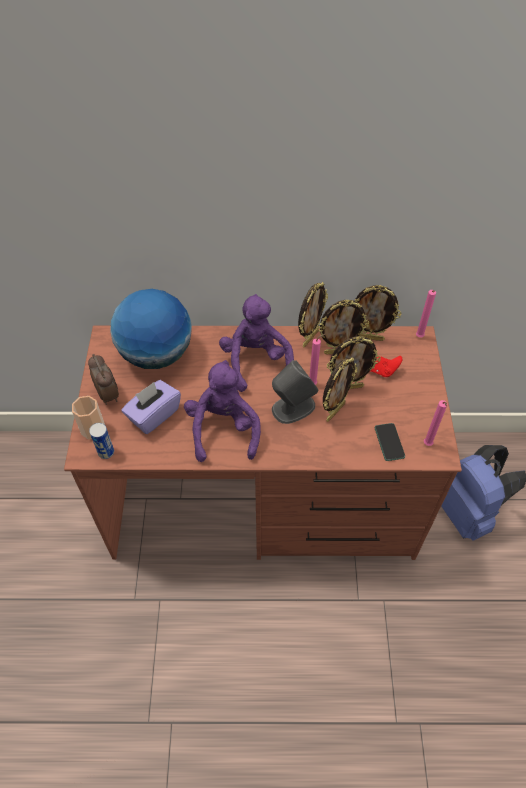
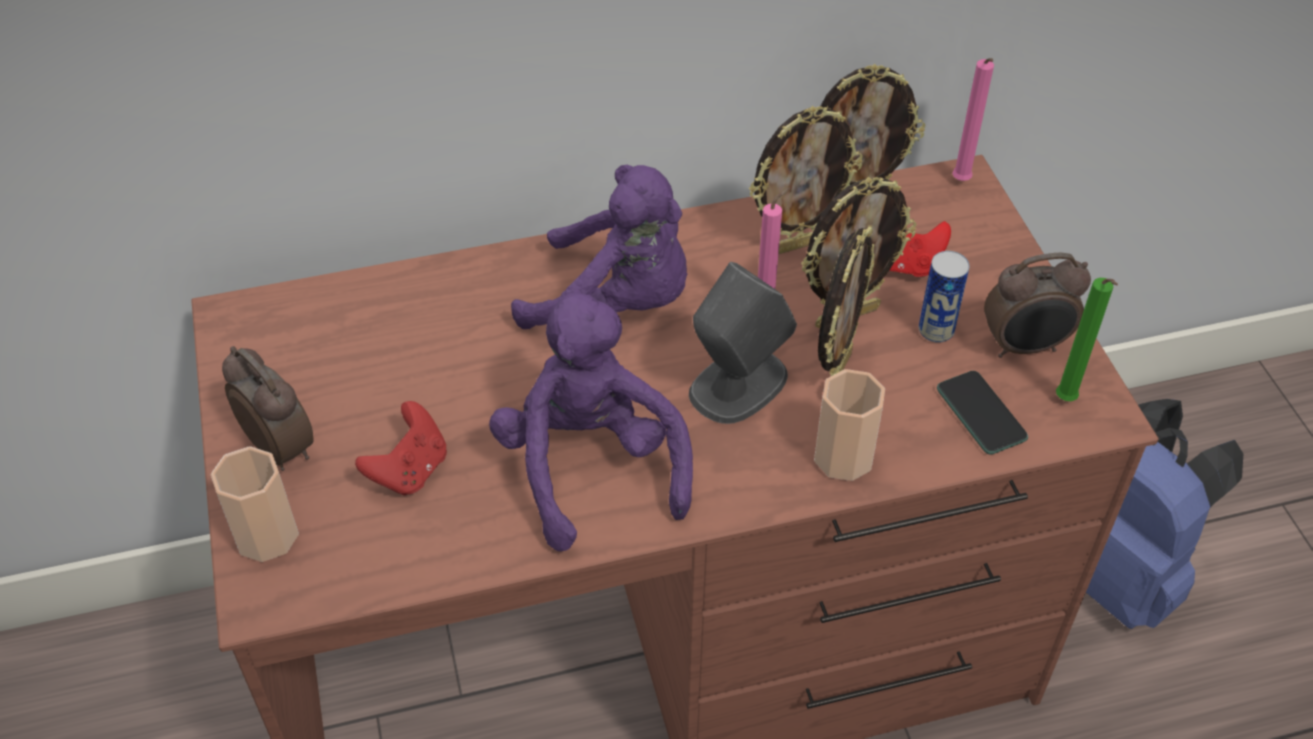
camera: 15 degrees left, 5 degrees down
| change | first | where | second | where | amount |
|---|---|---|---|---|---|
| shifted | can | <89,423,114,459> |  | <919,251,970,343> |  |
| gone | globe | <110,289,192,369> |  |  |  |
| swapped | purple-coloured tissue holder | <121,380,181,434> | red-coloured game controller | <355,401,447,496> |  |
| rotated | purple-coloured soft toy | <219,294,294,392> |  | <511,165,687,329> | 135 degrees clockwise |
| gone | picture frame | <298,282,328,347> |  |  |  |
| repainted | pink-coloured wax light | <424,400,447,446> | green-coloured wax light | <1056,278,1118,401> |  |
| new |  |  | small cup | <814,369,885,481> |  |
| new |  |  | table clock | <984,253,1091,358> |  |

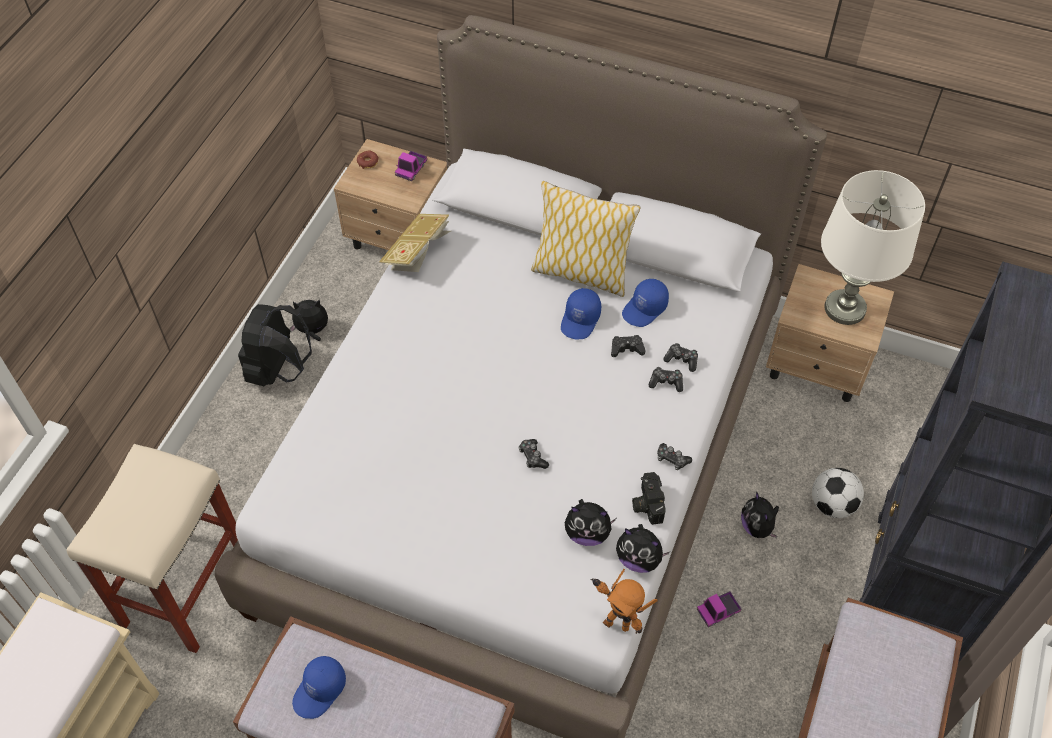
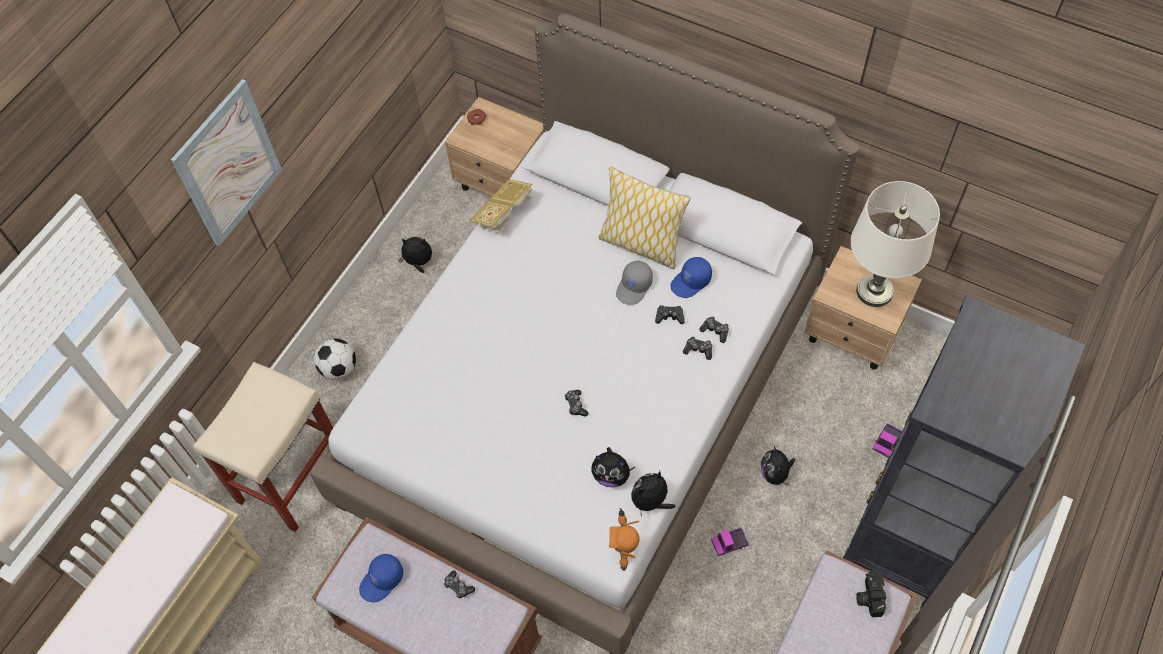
camera: 10 degrees right, 5 degrees up
| change | first | where | second | where | amount |
|---|---|---|---|---|---|
| gone | blackish knapsack | <238,304,312,386> |  |  |  |
| shifted | model truck | <395,151,427,181> |  | <872,423,902,458> |  |
| repainted | blue peaked cap | <561,288,601,339> | greyish peaked cap | <616,261,653,305> |  |
| rotated | toy robot | <591,569,658,634> |  | <609,508,640,571> | 45 degrees clockwise |
| rotated | soft toy | <616,524,670,573> |  | <631,471,675,517> | 105 degrees clockwise |
| shifted | still camera | <632,472,666,525> |  | <856,571,886,617> |  |
| shifted | game controller | <657,443,692,470> |  | <444,571,475,599> |  |
| shifted | ball for football | <812,468,864,518> |  | <314,339,356,380> |  |
| new |  |  | wall art | <171,79,282,246> |  |

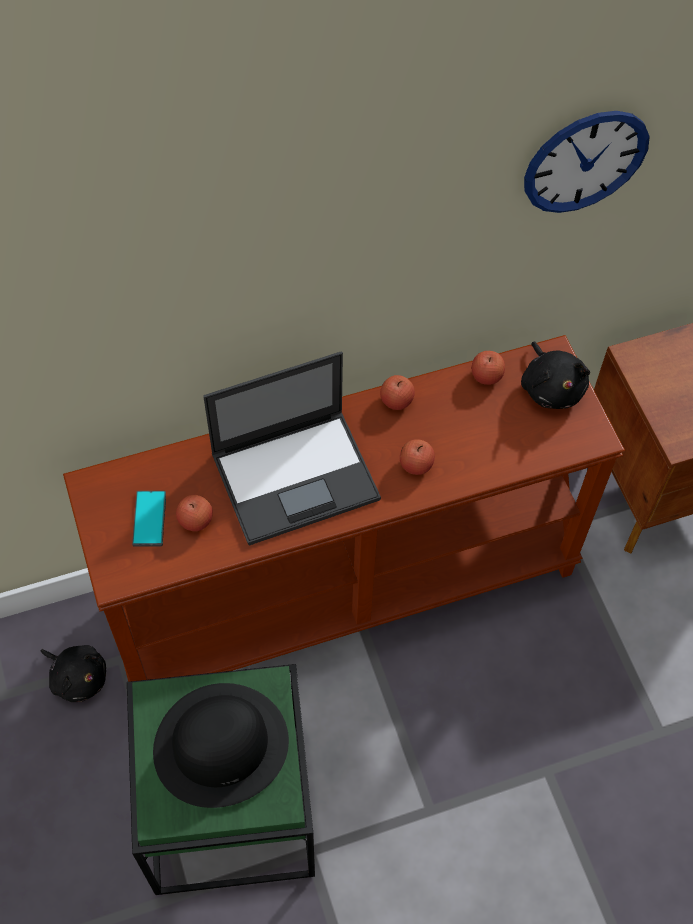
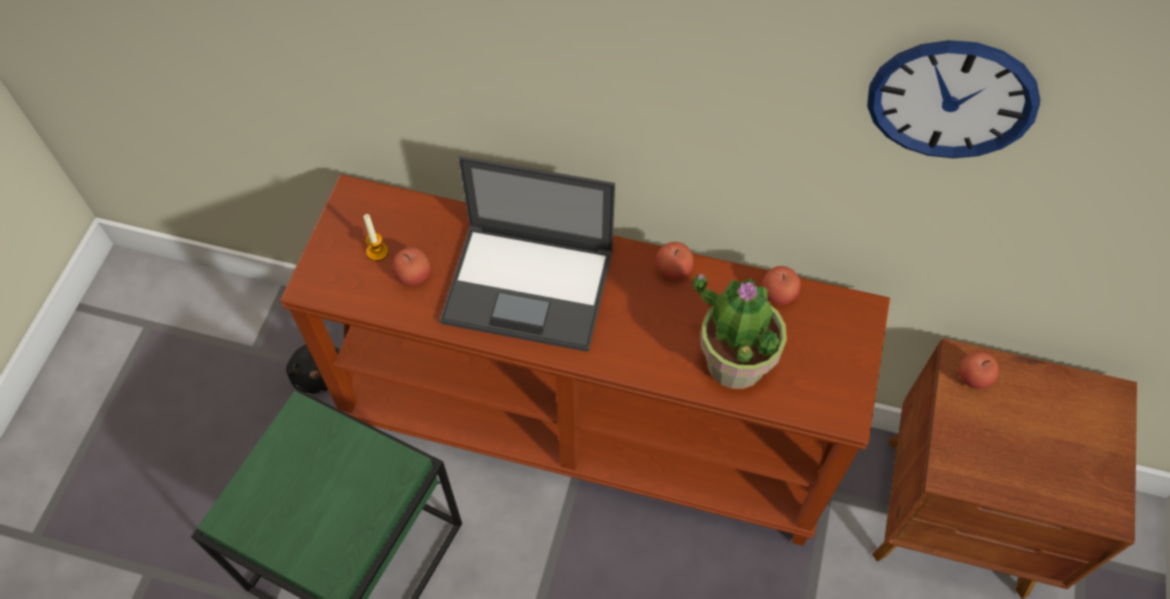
camera: 35 degrees right, 0 degrees up
| change | first | where | second | where | amount |
|---|---|---|---|---|---|
| swapped | handset | <132,491,166,547> | wax light | <363,214,388,261> |  |
| gone | blackish wearable hat | <153,683,289,808> |  |  |  |
| shifted | apple | <400,439,435,475> |  | <959,351,999,389> |  |
| gone | blackish soft toy | <521,341,590,409> |  |  |  |
| new |  |  | potted plant | <693,273,787,389> |  |

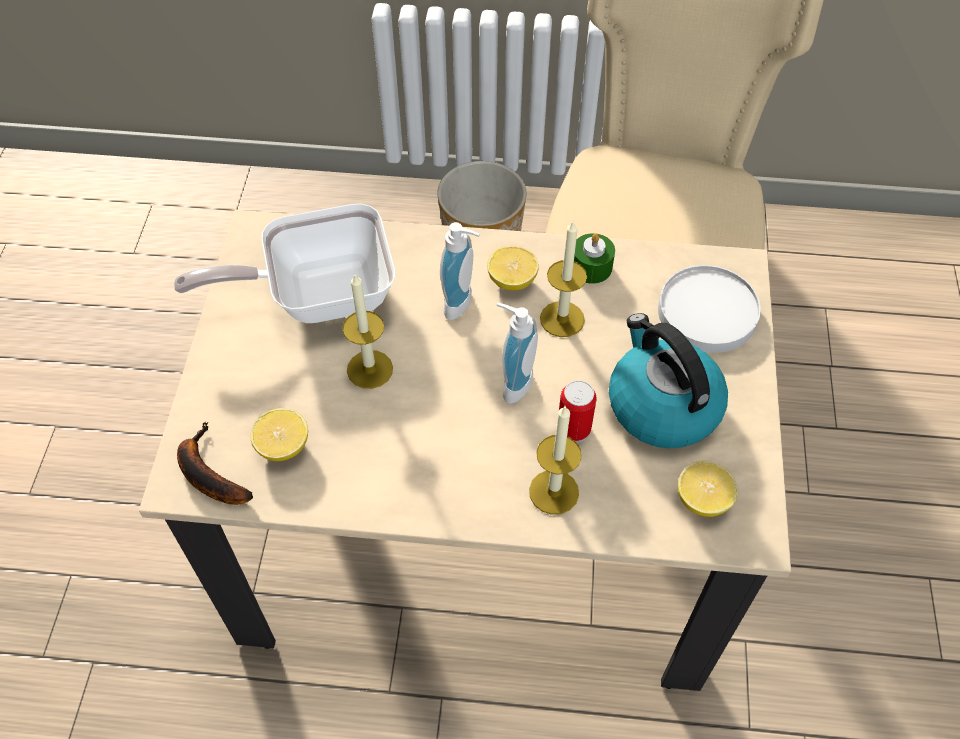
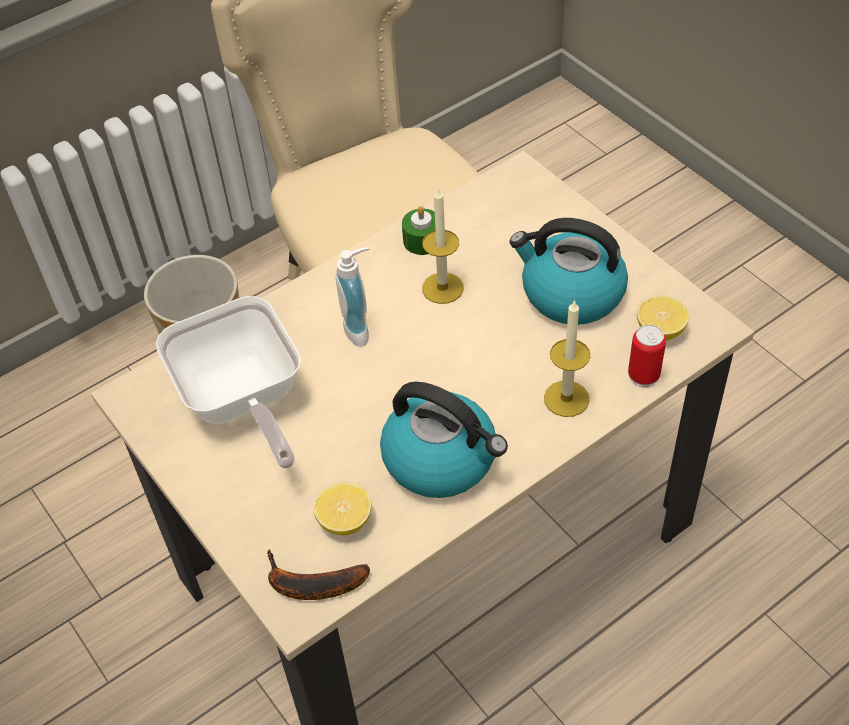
camera: 40 degrees left, 5 degrees down
| change | first | where | second | where | amount |
|---|---|---|---|---|---|
| rotated | skillet | <174,203,395,323> |  | <156,296,301,469> | 60 degrees counterclockwise |
| gone | wax light | <342,273,393,389> |  |  |  |
| gone | lemon | <487,246,539,291> |  |  |  |
| gone | soap bottle | <497,303,538,404> |  |  |  |
| shifted | can | <559,380,596,443> |  | <628,325,666,387> |  |
| gone | white-coloured flat dish | <658,265,761,353> |  |  |  |
| new |  |  | kettle | <380,382,508,498> |  |

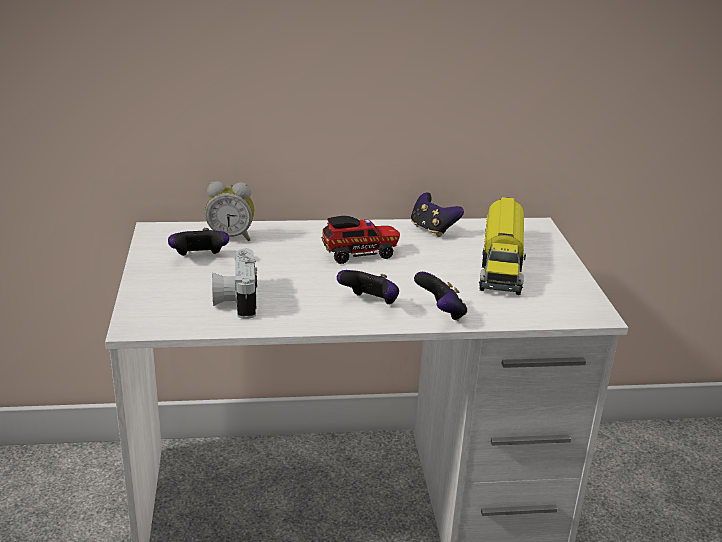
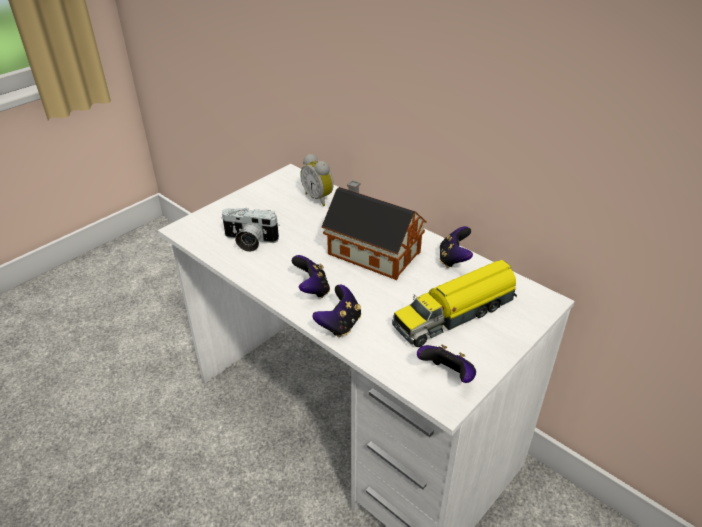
camera: 50 degrees right, 10 degrees up
| change | first | where | second | where | amount |
|---|---|---|---|---|---|
| shifted | game controller | <168,228,229,256> |  | <417,345,476,383> |  |
| rotated | still camera | <212,249,257,319> |  | <221,208,279,252> | 120 degrees counterclockwise |
| swapped | model truck | <322,216,400,264> | miniature house | <321,180,427,280> |  |

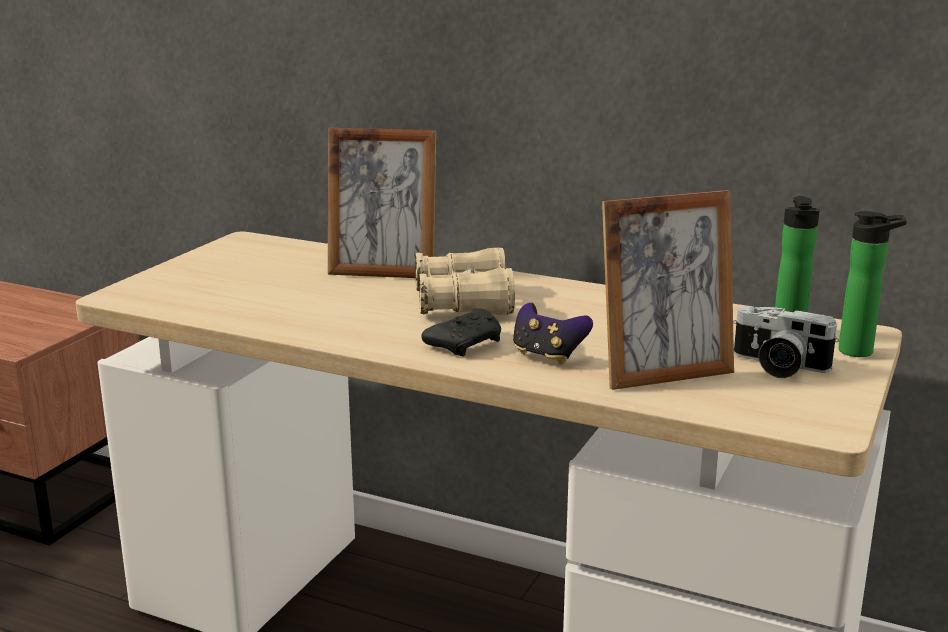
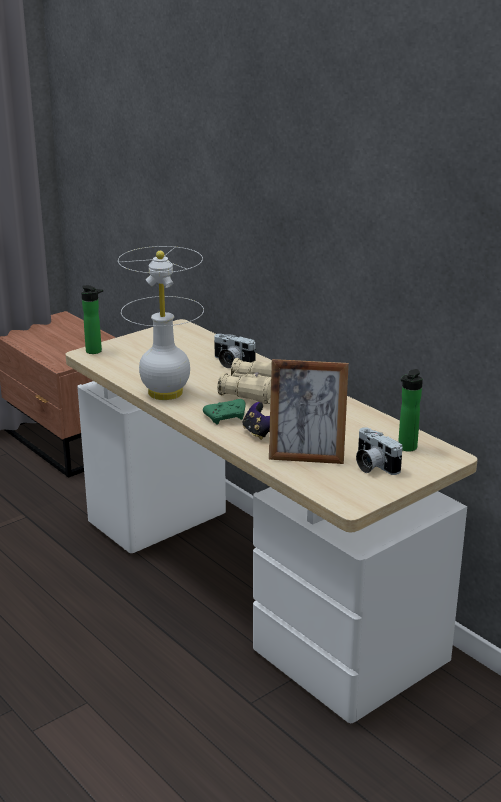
camera: 25 degrees right, 5 degrees up
| change | first | where | second | where | amount |
|---|---|---|---|---|---|
| swapped | picture frame | <328,128,436,278> | still camera | <214,334,256,368> |  |
| repainted | blackish game controller | <422,308,501,356> | green-coloured game controller | <203,399,245,425> |  |
| shifted | drink bottle | <838,211,907,357> |  | <81,285,103,354> |  |
| new |  |  | white-coloured lamp for a table | <118,246,204,400> |  |

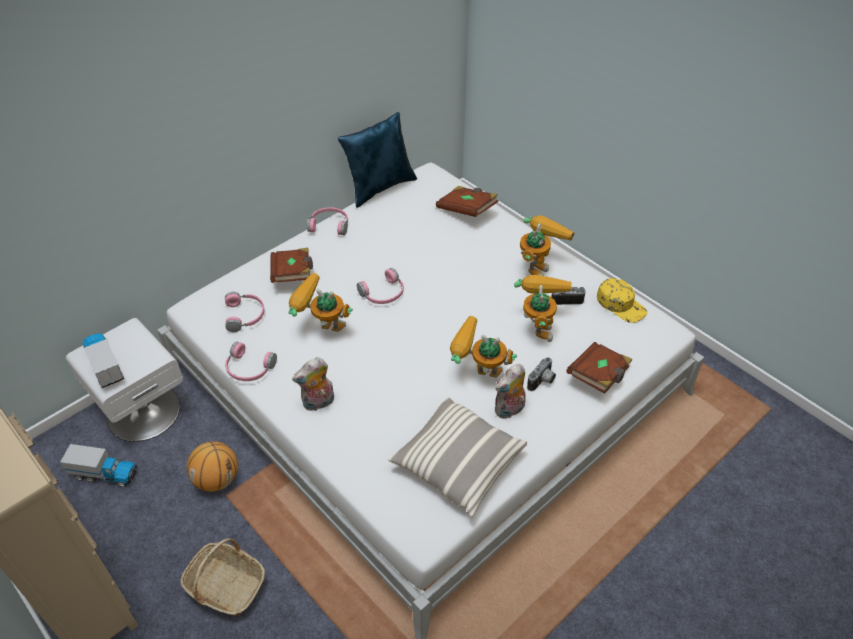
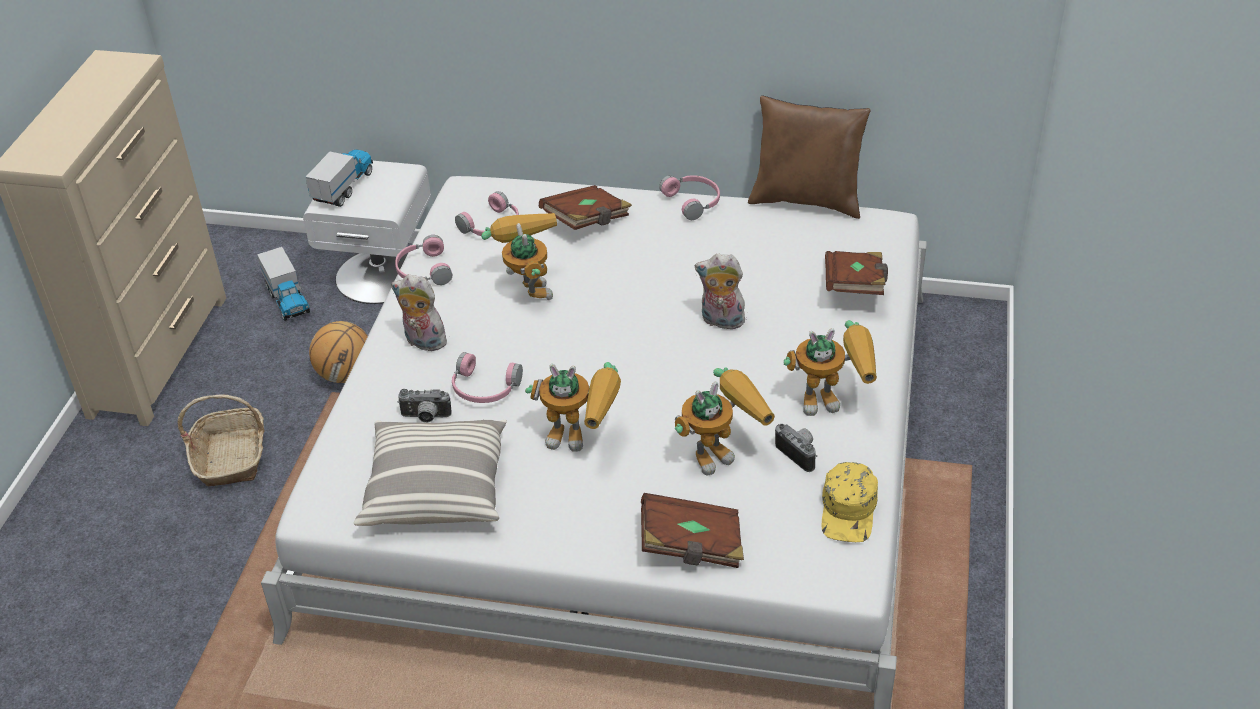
camera: 55 degrees right, 5 degrees down
| change | first | where | second | where | amount |
|---|---|---|---|---|---|
| repainted | blue pillow | <338,112,417,208> | brown pillow | <748,96,871,219> |  |
| shifted | pink-coloured headset | <357,268,404,304> |  | <452,352,523,403> |  |
| rotated | toy robot | <450,316,517,378> |  | <525,362,621,452> | 120 degrees clockwise |
| shifted | soft toy | <494,364,526,419> |  | <695,253,747,332> |  |
| shifted | still camera | <527,357,556,391> |  | <398,389,452,423> |  |

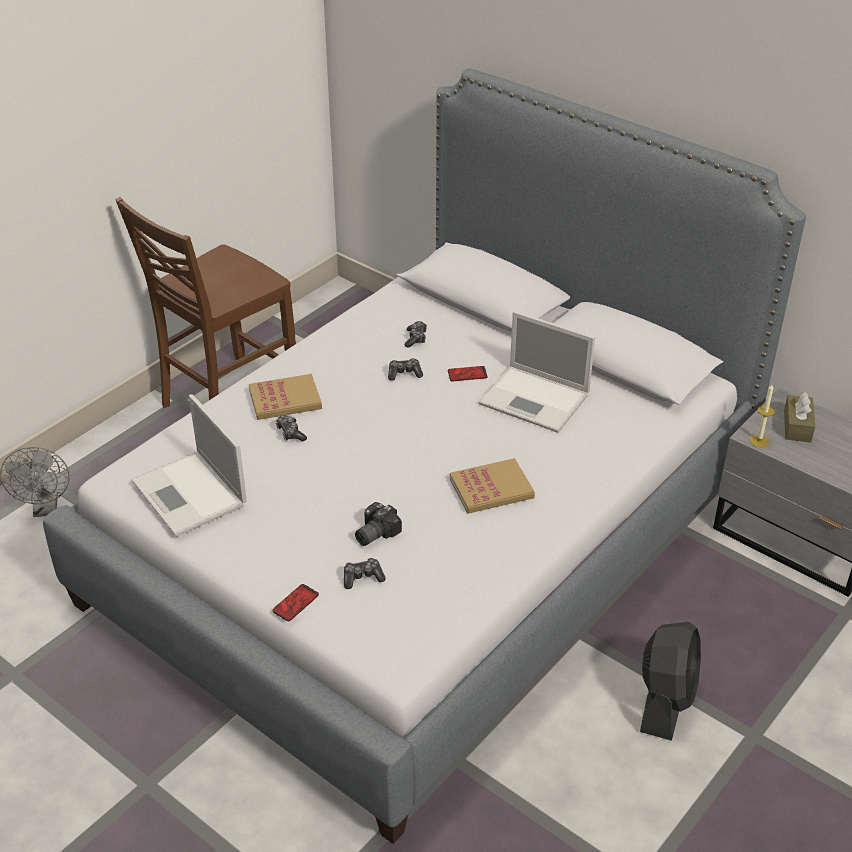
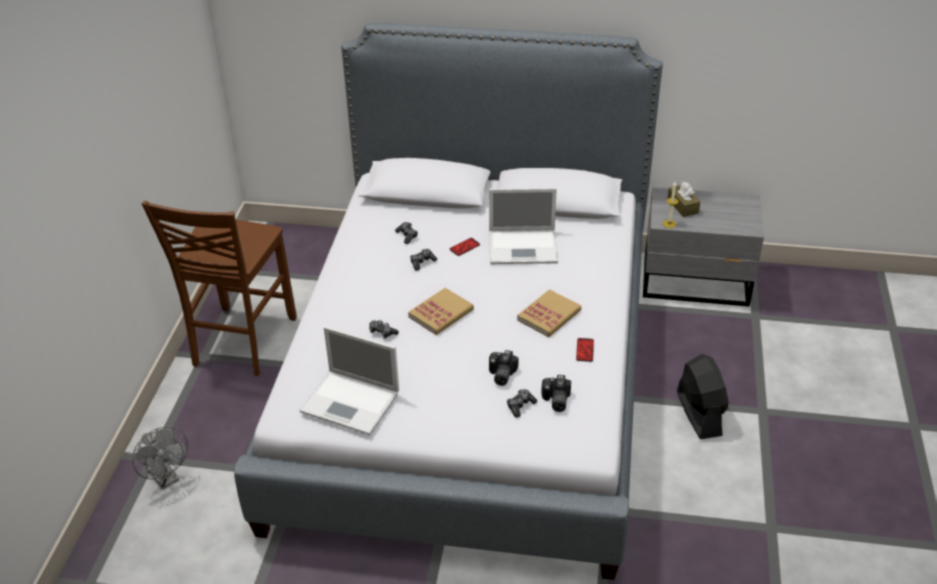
camera: 30 degrees left, 0 degrees up
| change | first | where | second | where | amount |
|---|---|---|---|---|---|
| shifted | bound book | <249,374,322,420> |  | <408,288,474,335> |  |
| shifted | handset | <272,584,319,621> |  | <576,338,594,362> |  |
| new |  |  | still camera | <541,375,571,412> |  |

